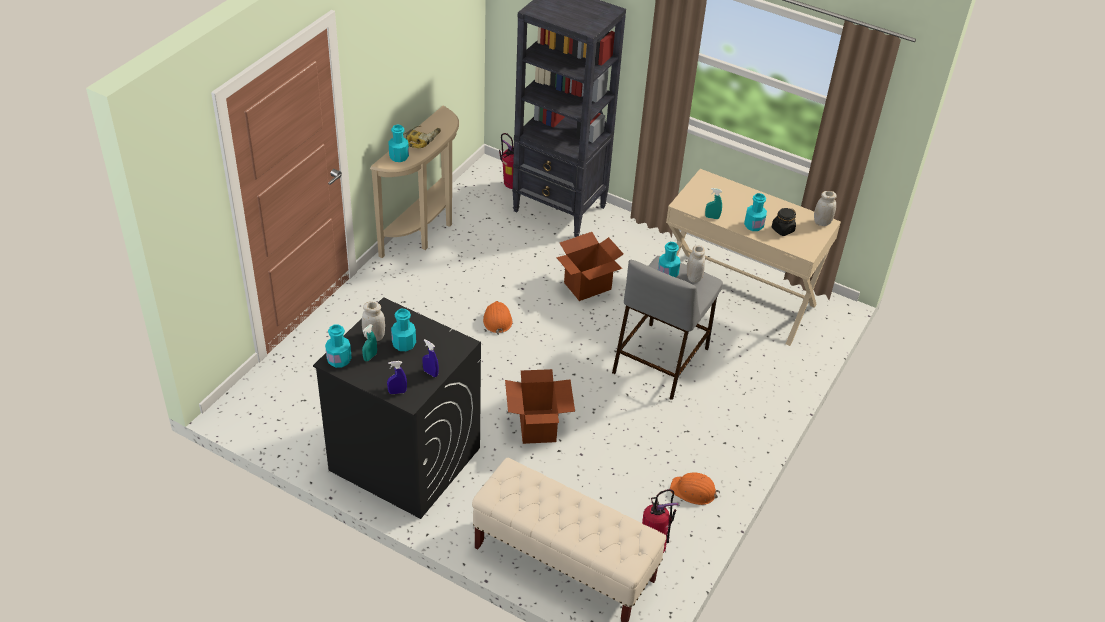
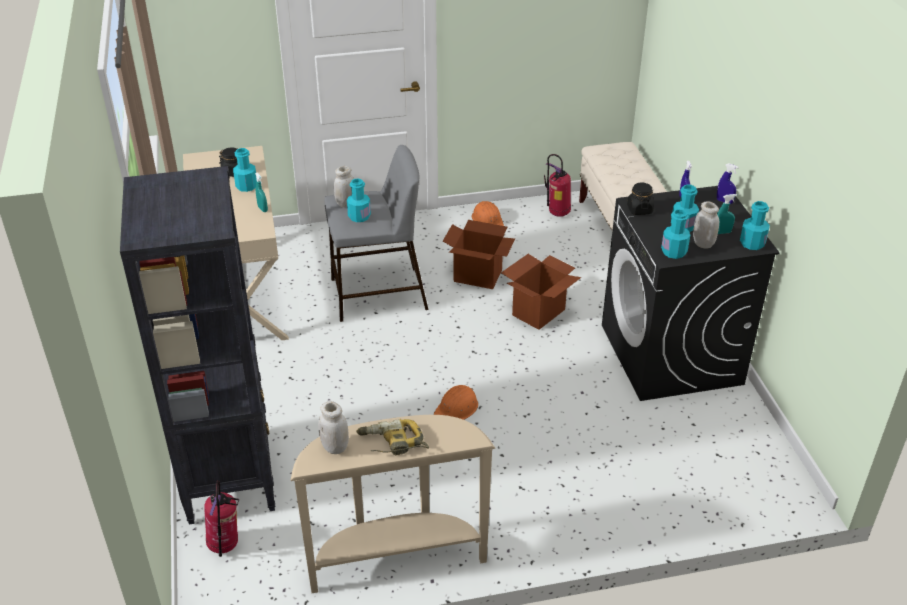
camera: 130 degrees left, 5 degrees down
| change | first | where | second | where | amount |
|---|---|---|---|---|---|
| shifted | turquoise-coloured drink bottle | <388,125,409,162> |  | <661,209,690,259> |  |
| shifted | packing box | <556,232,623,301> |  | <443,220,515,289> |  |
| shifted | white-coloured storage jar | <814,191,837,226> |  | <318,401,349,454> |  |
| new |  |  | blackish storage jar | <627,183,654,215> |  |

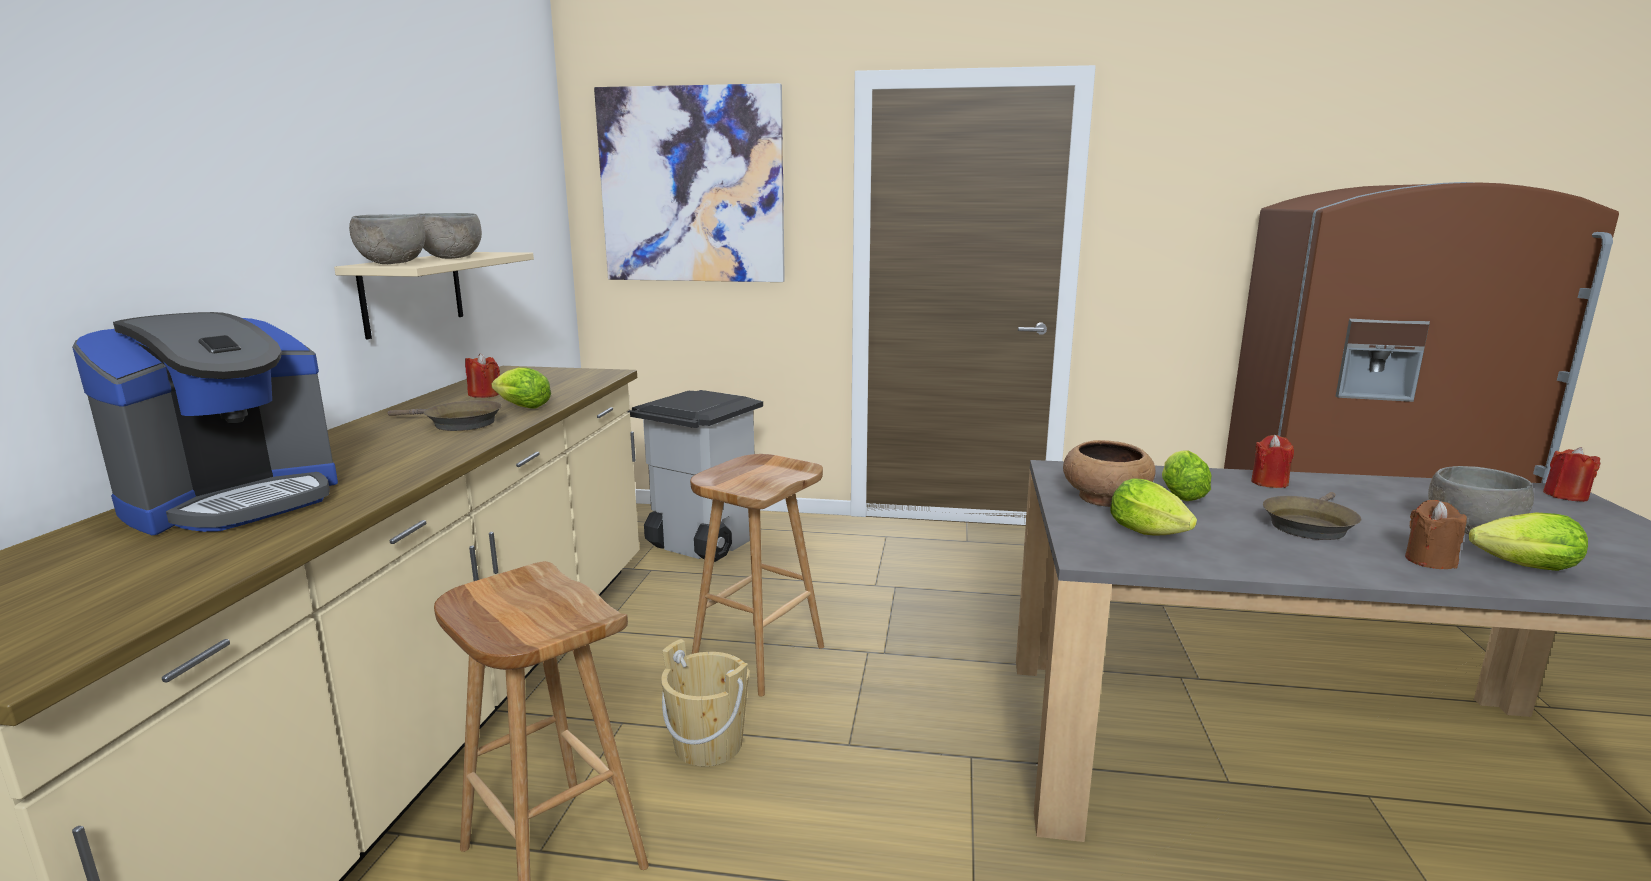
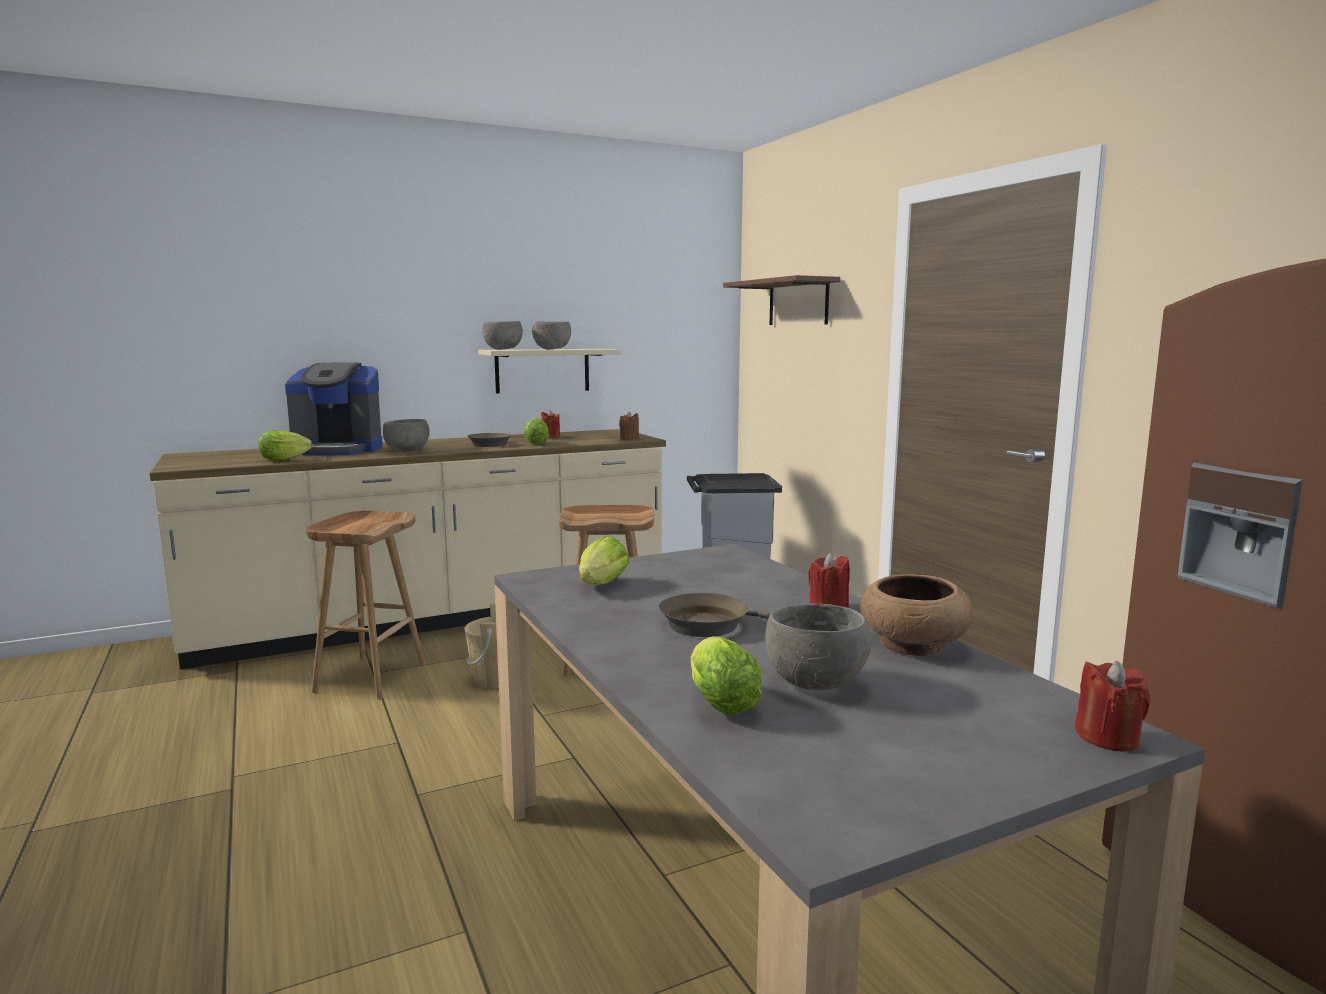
camera: 55 degrees right, 5 degrees down
| change | first | where | second | where | amount |
|---|---|---|---|---|---|
| swapped | wall art | <594,83,785,282> | brown wall shelf | <723,275,840,325> |  |
| shifted | brown serving bowl | <1063,440,1155,507> |  | <860,574,973,656> |  |
| shifted | lettuce head | <1162,450,1212,501> |  | <258,430,313,461> |  |
| shifted | brown wax light | <1405,500,1467,569> |  | <619,411,639,440> |  |
| new |  |  | greyish serving bowl | <383,419,430,452> |  |

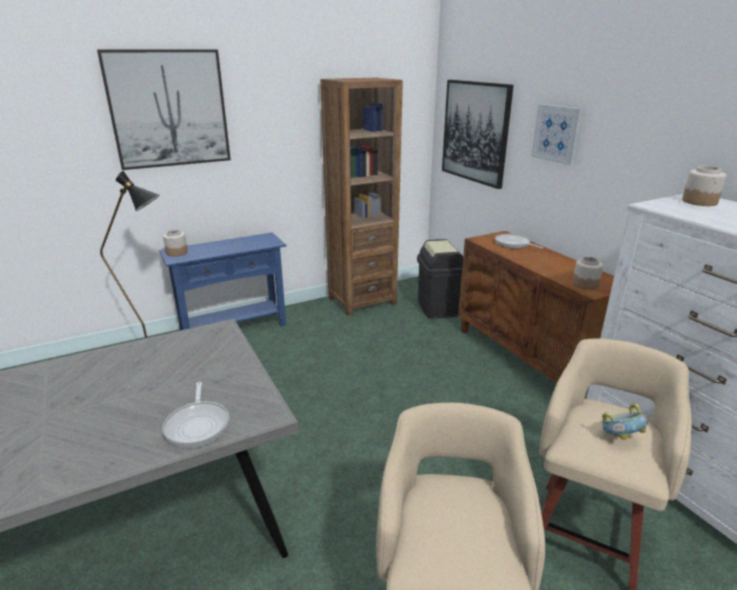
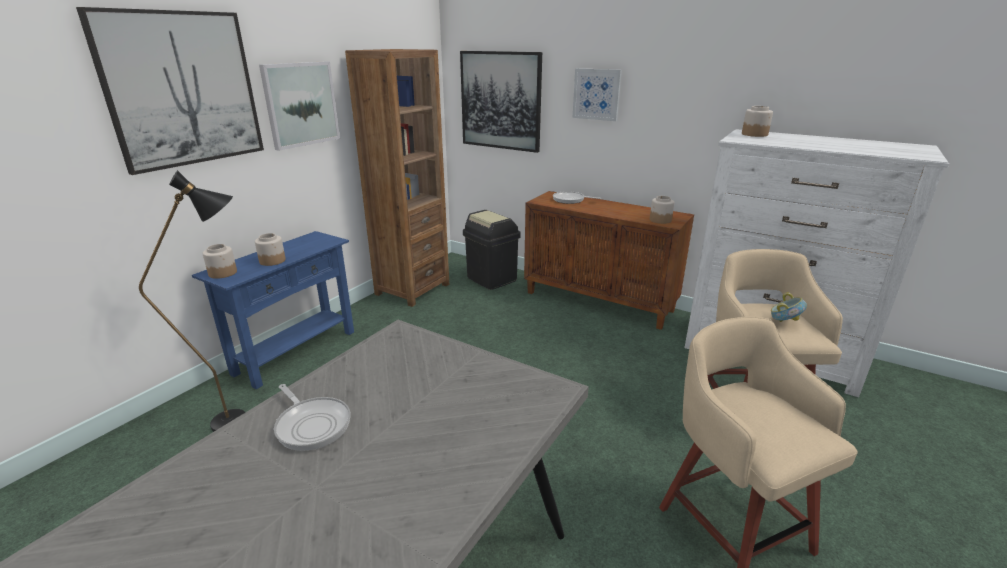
camera: 30 degrees left, 0 degrees up
| change | first | where | second | where | amount |
|---|---|---|---|---|---|
| shifted | skillet | <162,382,229,448> |  | <274,384,351,451> |  |
| new |  |  | storage jar | <255,233,286,266> |  |
| new |  |  | wall art | <259,61,340,151> |  |

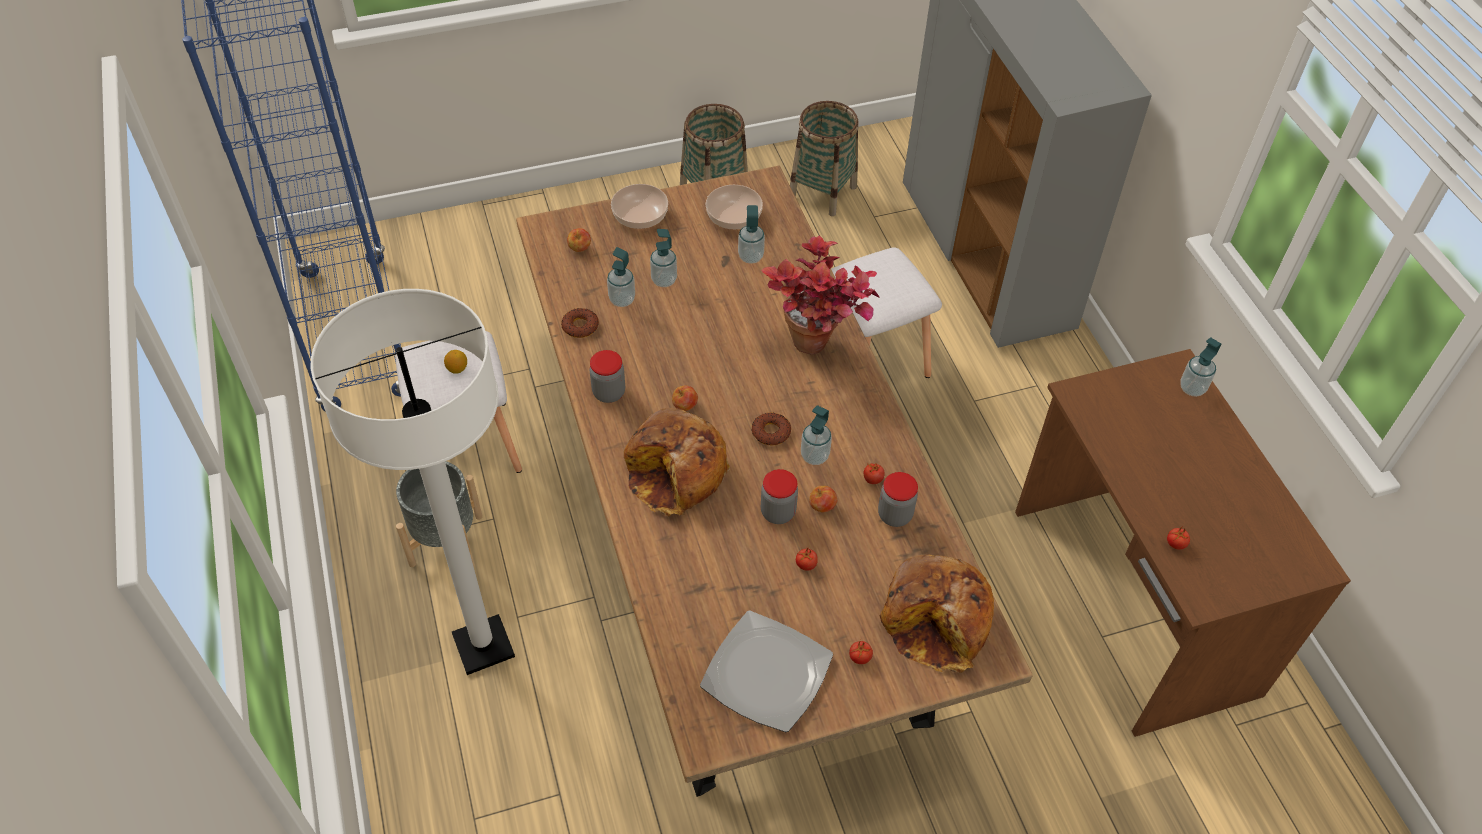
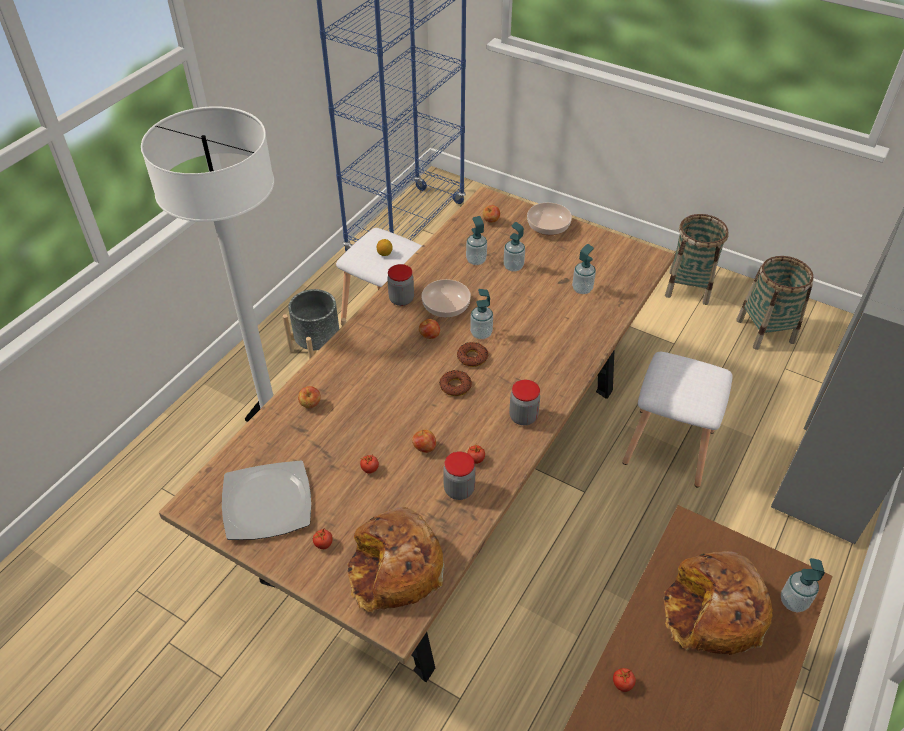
camera: 50 degrees right, 5 degrees down
| change | first | where | second | where | amount |
|---|---|---|---|---|---|
| shifted | doughnut | <561,308,599,338> |  | <457,342,488,367> |  |
| shifted | bread | <624,408,730,517> |  | <663,551,773,655> |  |
| shifted | serving bowl | <706,185,763,230> |  | <421,279,471,318> |  |
| gone | potted plant | <761,235,880,355> |  |  |  |
| shifted | storage jar | <761,469,798,524> |  | <509,380,540,425> |  |
| shifted | soap bottle | <801,405,832,465> |  | <470,289,493,339> |  |
| new |  |  | apple | <298,386,321,408> |  |

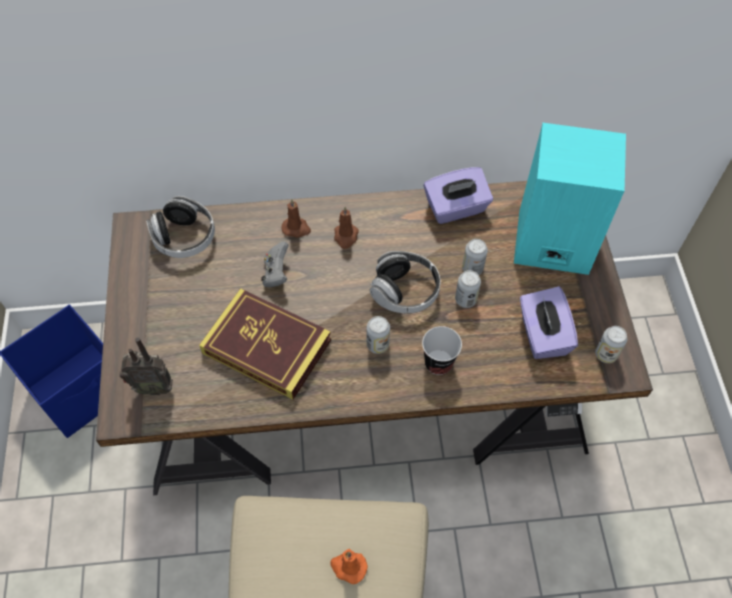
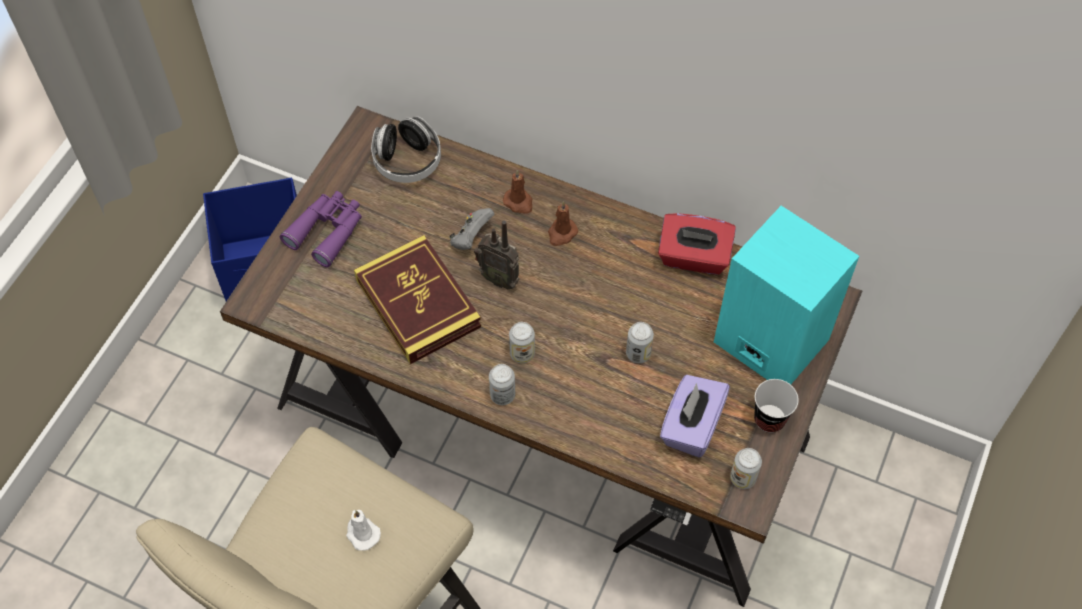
camera: 30 degrees right, 0 degrees up
| change | first | where | second | where | amount |
|---|---|---|---|---|---|
| shifted | radio | <120,338,173,395> |  | <474,220,520,289> |  |
| repainted | orange-coloured wax light | <330,549,368,584> | white-coloured wax light | <346,510,381,551> |  |
| gone | headset | <370,251,440,313> |  |  |  |
| shifted | small cup | <422,326,462,375> |  | <754,379,799,433> |  |
| repainted | purple-coloured tissue holder | <424,167,493,224> | red-coloured tissue holder | <658,213,736,275> |  |
| shifted | can | <462,239,488,275> |  | <489,364,515,405> |  |
| new |  |  | purple-coloured pair of binoculars | <280,191,362,268> |  |

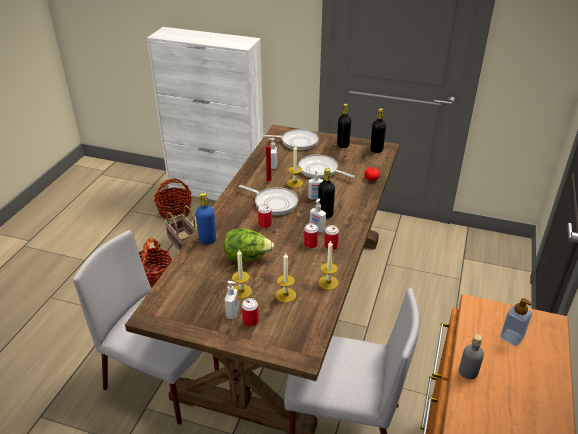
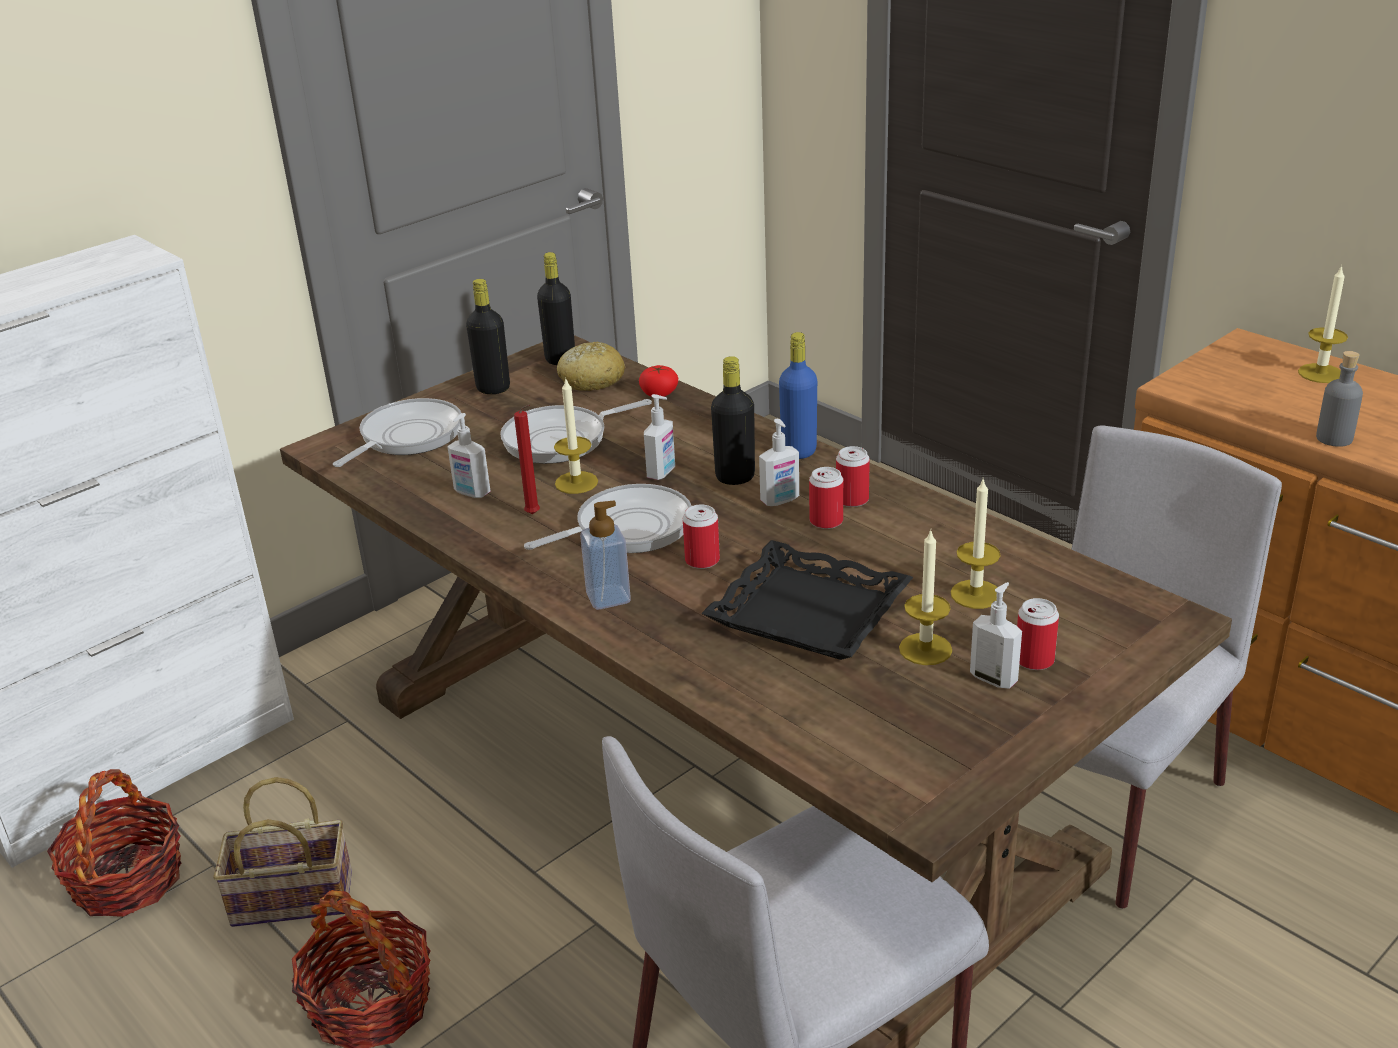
camera: 60 degrees left, 5 degrees down
| change | first | where | second | where | amount |
|---|---|---|---|---|---|
| shifted | blue drink bottle | <196,193,216,244> |  | <779,332,817,459> |  |
| swapped | lettuce head | <224,228,274,262> | blackish tray | <701,540,913,660> |  |
| shifted | wax light | <318,241,338,290> |  | <1298,265,1348,383> |  |
| shifted | soap bottle | <500,298,532,346> |  | <580,501,631,610> |  |
| new |  |  | bread | <557,341,625,391> |  |

